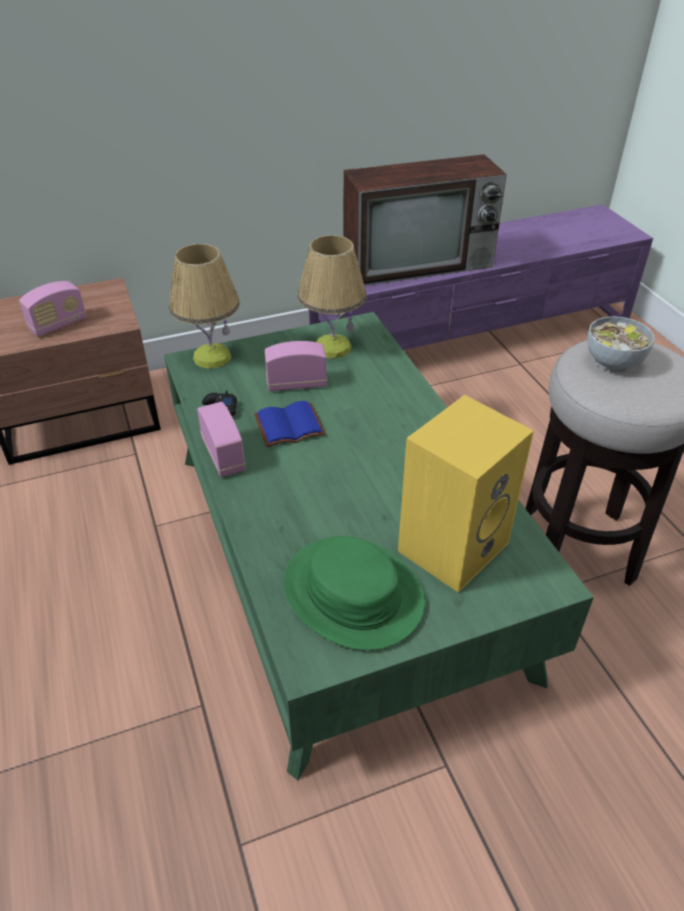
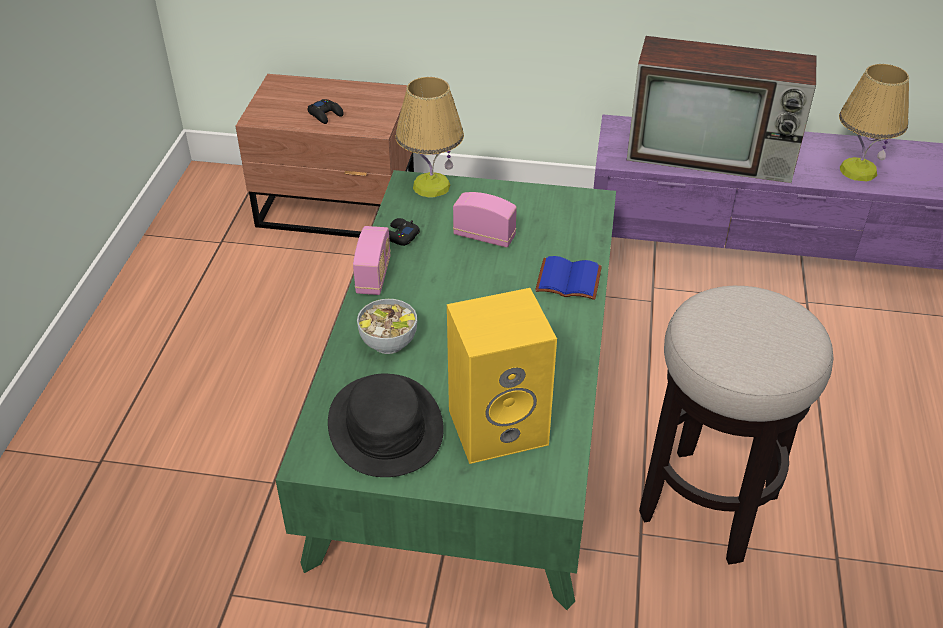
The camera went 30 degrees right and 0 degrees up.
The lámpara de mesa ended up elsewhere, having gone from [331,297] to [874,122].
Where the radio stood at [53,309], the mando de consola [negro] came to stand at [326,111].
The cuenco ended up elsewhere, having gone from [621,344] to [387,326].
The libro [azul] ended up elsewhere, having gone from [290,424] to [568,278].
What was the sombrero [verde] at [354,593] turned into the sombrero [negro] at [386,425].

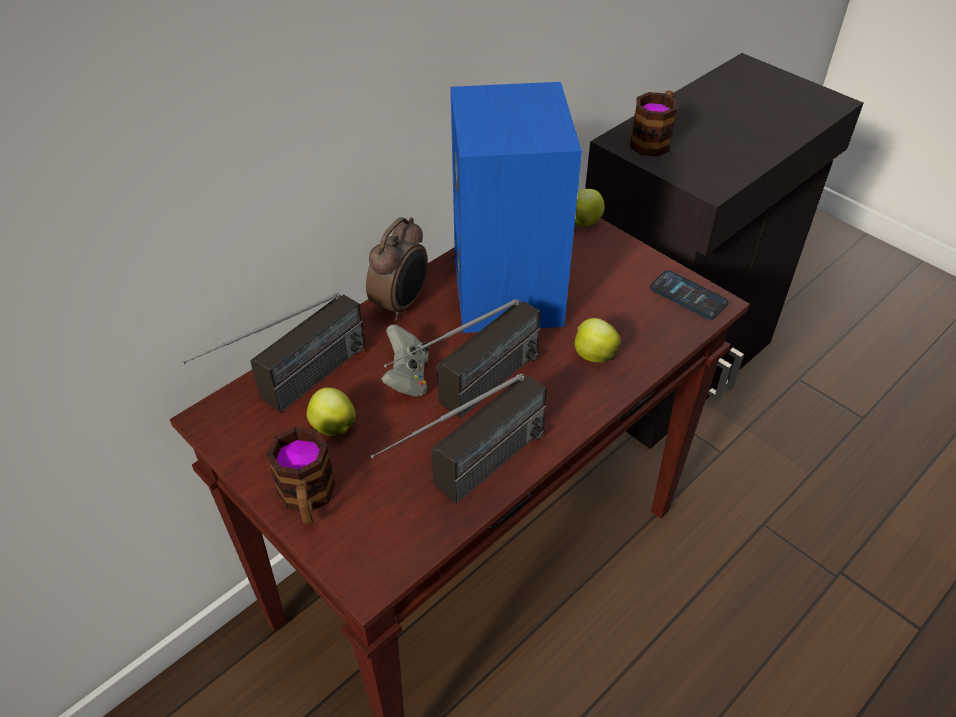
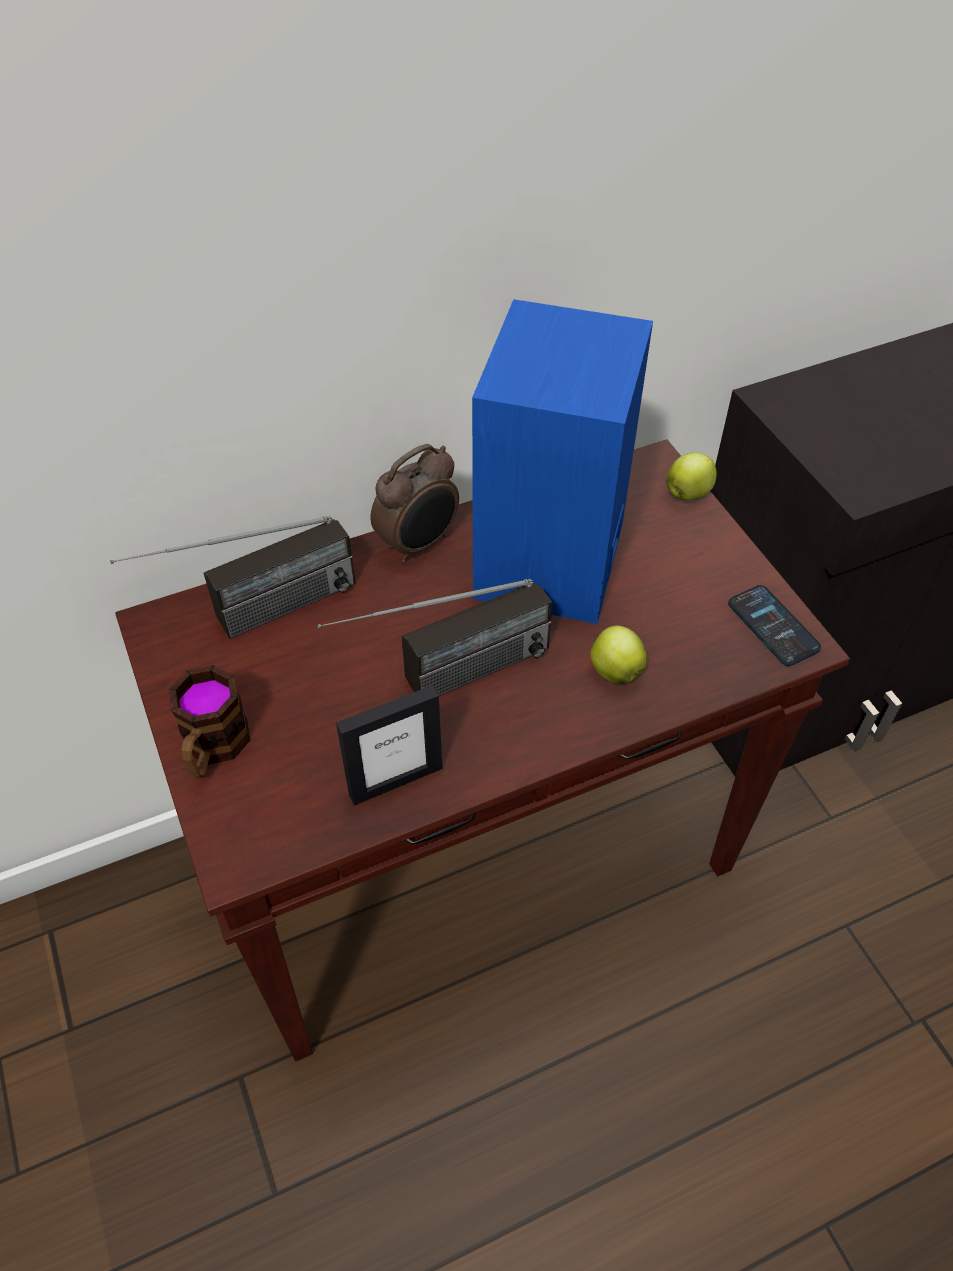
The camera went 20 degrees right and 5 degrees up.
The second view lost the taza grande at [653,124].
The second view lost the mando de consola [gris] at [405,360].
Where the radio stood at [459,438], the portarretratos came to stand at [389,745].
The second view lost the manzana at [331,411].

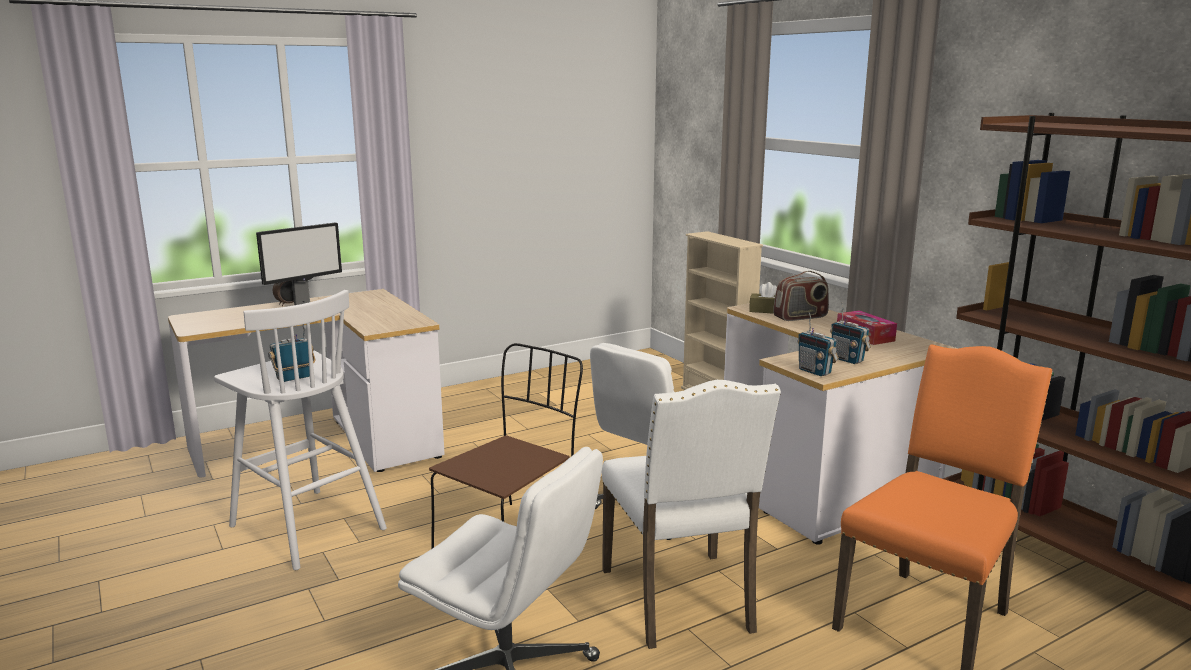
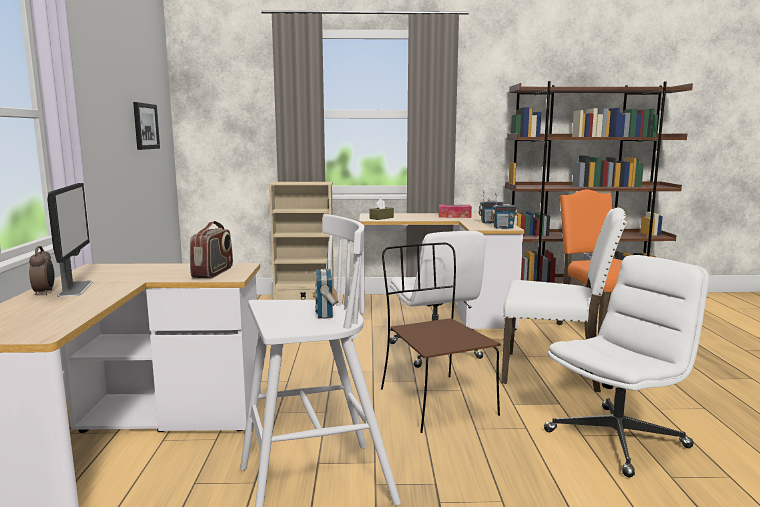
The camera went 60 degrees left and 5 degrees down.
The radio ended up elsewhere, having gone from [801,296] to [211,249].
The second view gained the cuadro at [146,126].

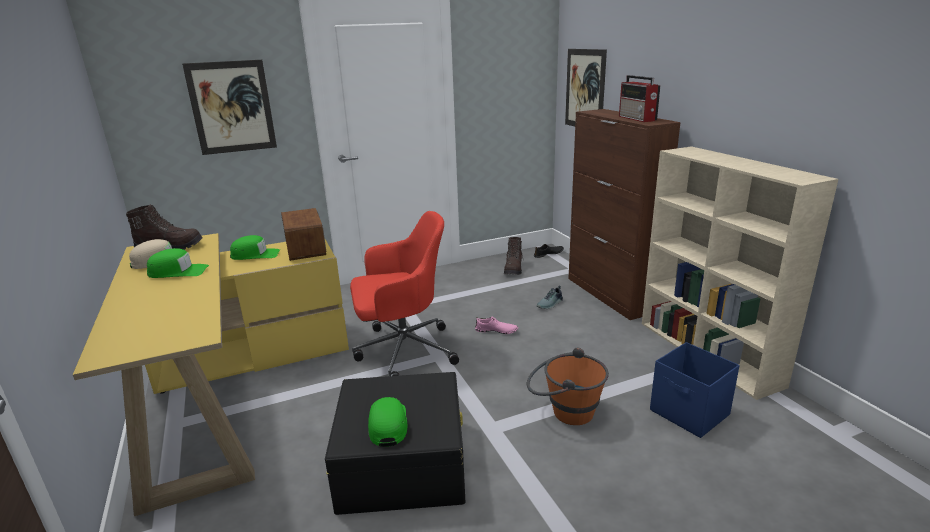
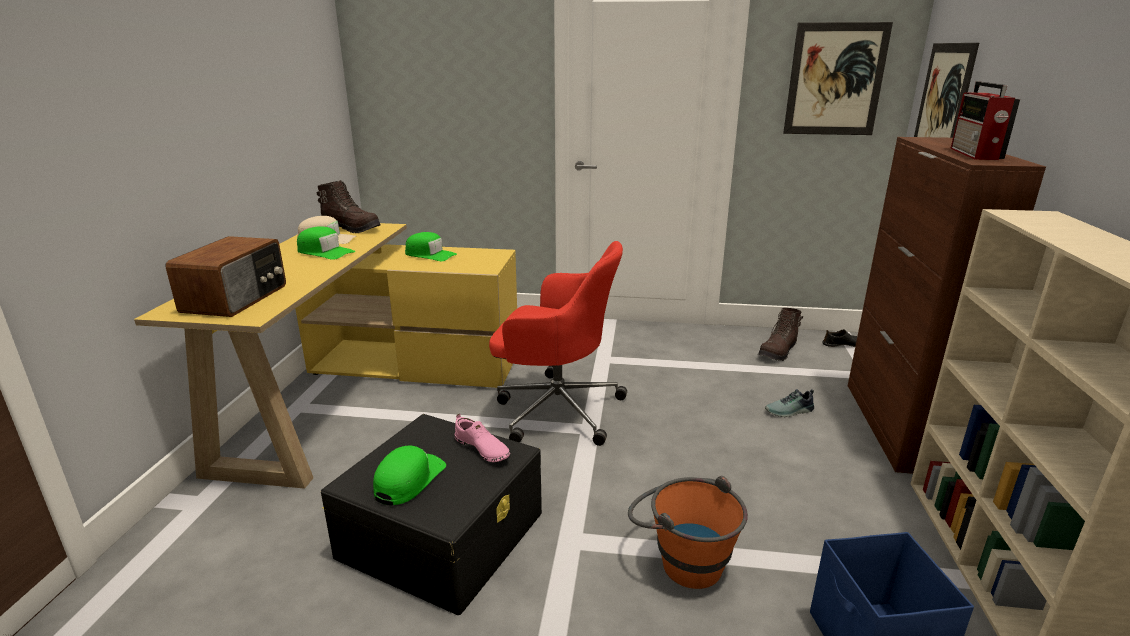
The camera went 30 degrees right and 0 degrees up.
The cuadro ended up elsewhere, having gone from [229,107] to [838,78].
The radio ended up elsewhere, having gone from [303,234] to [226,276].
The zapato [rosa] ended up elsewhere, having gone from [496,325] to [482,437].

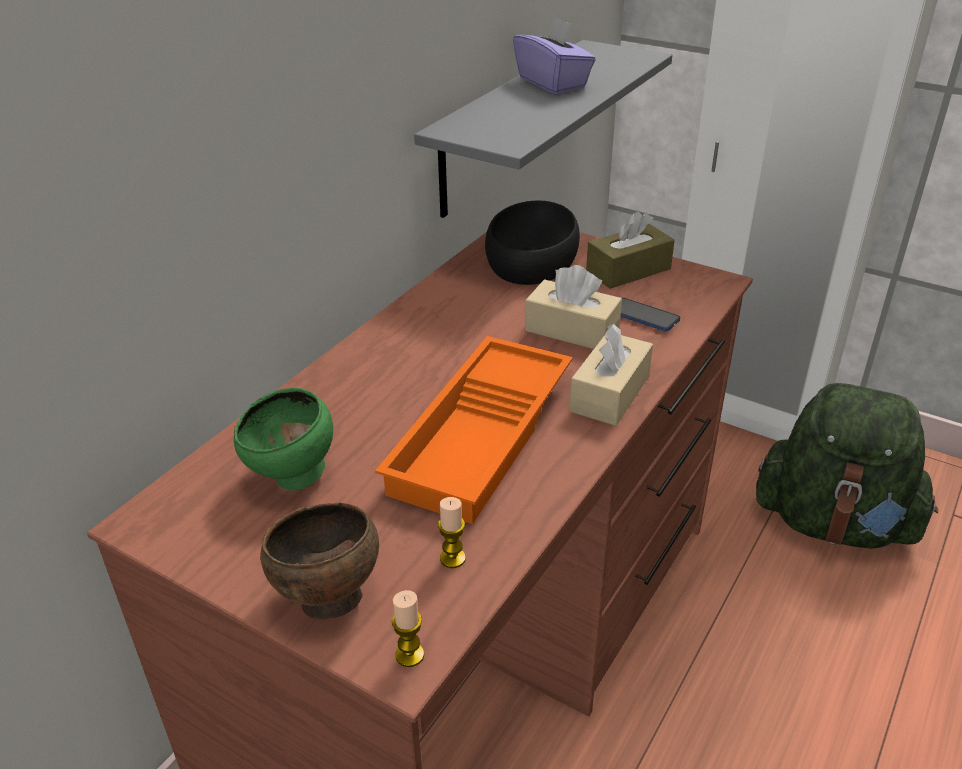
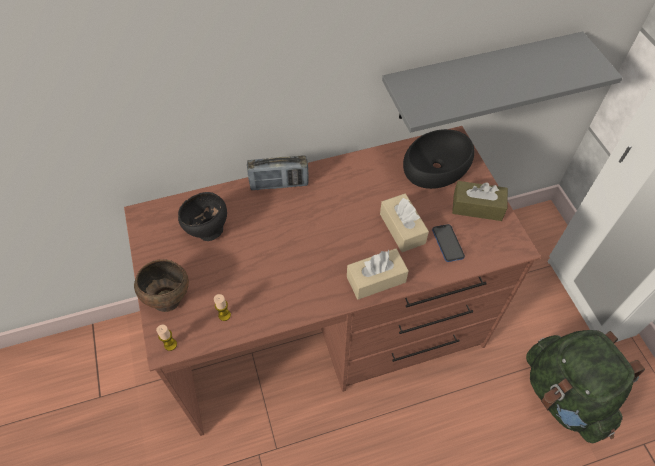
The camera went 40 degrees right and 20 degrees up.
The second view lost the caja de pañuelos [morado] at [554,55].
The second view lost the bandeja [naranja] at [474,430].
What was the cuenco [verde] at [283,439] turned into the cuenco [negro] at [202,216].
The second view gained the radio at [278,172].

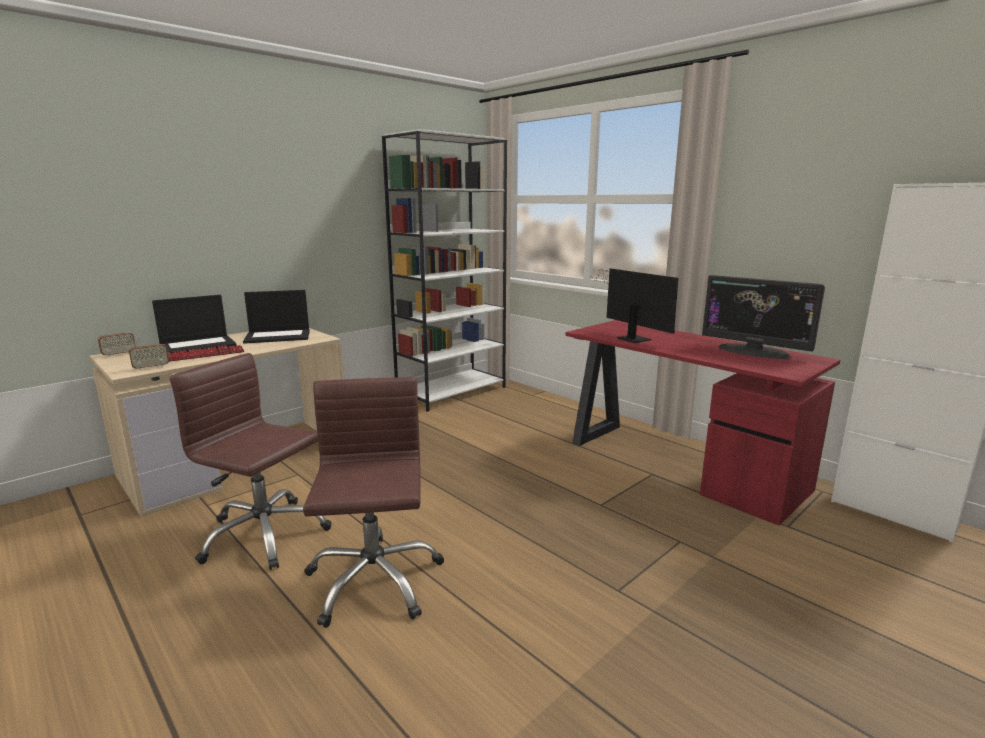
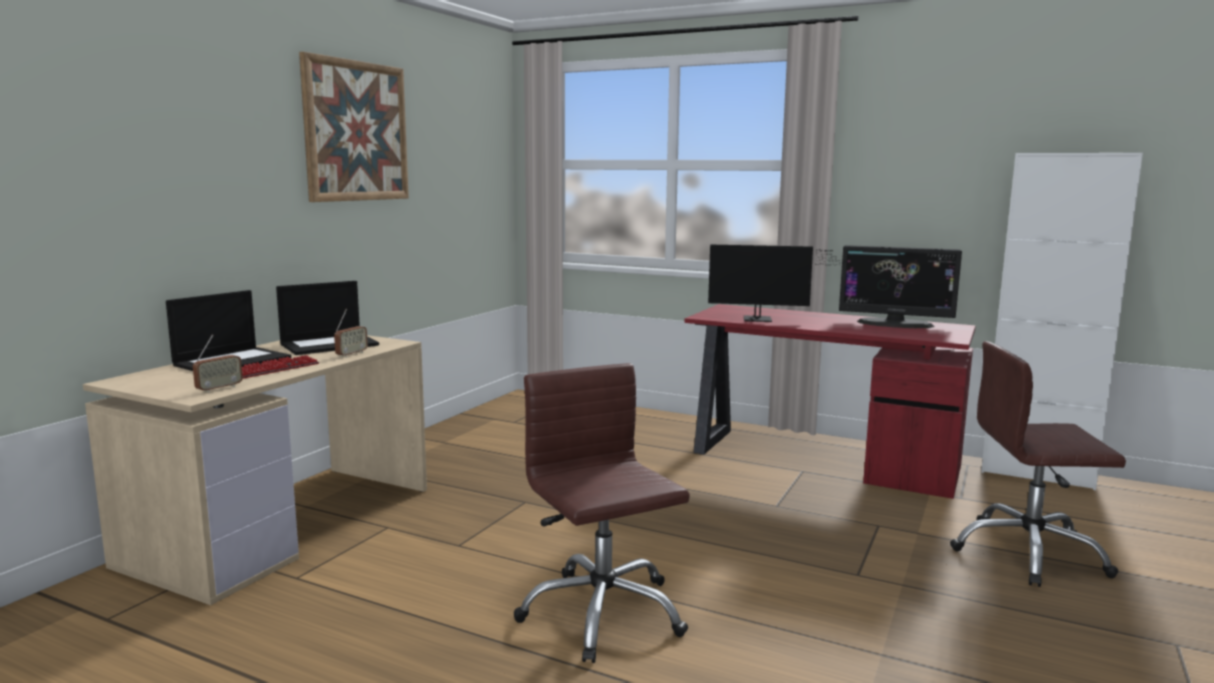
The camera went 20 degrees left and 5 degrees down.
The second view lost the estantería [blanco] at [444,270].
The monitor at [634,305] ended up facing another way, 150 degrees clockwise from before.
The radio ended up elsewhere, having gone from [117,338] to [351,333].
The silla de oficina [marrón] ended up elsewhere, having gone from [251,461] to [1038,464].
The second view gained the cuadro at [354,127].

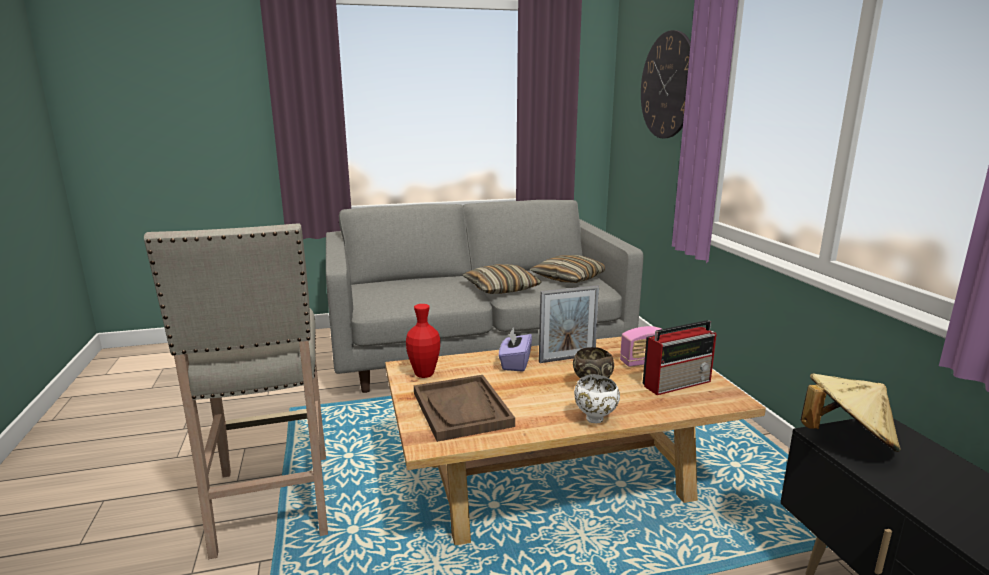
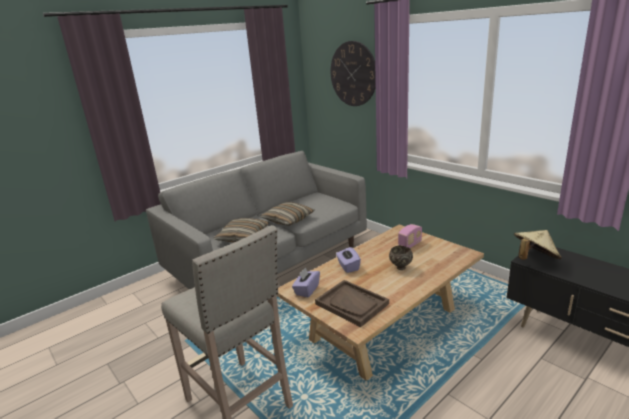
The camera went 25 degrees left and 5 degrees up.
The cojín ended up elsewhere, having gone from [567,269] to [241,230].
The second view lost the portarretratos at [569,324].
Where the florero [rojo] stood at [423,341], the caja de pañuelos [morado] came to stand at [306,282].
The second view lost the radio at [679,357].
The second view lost the cuenco [blanco] at [597,399].

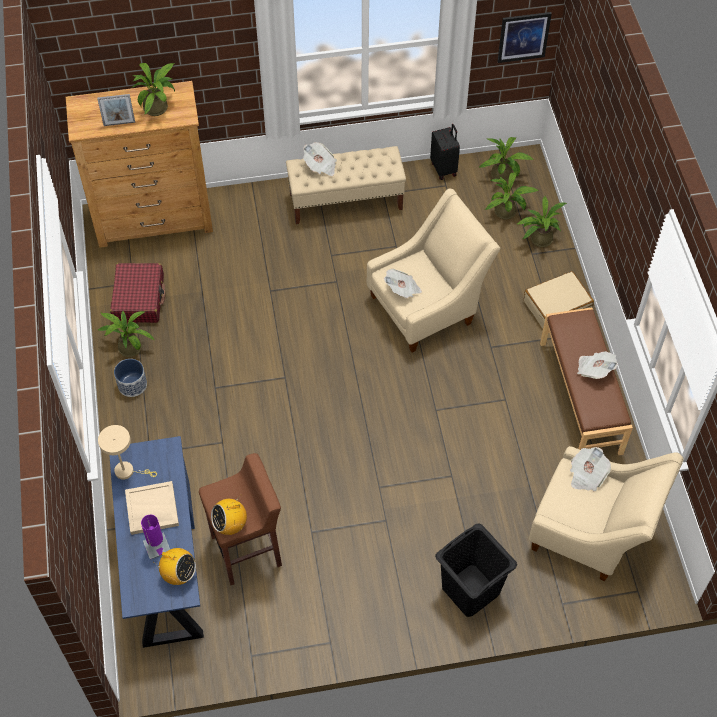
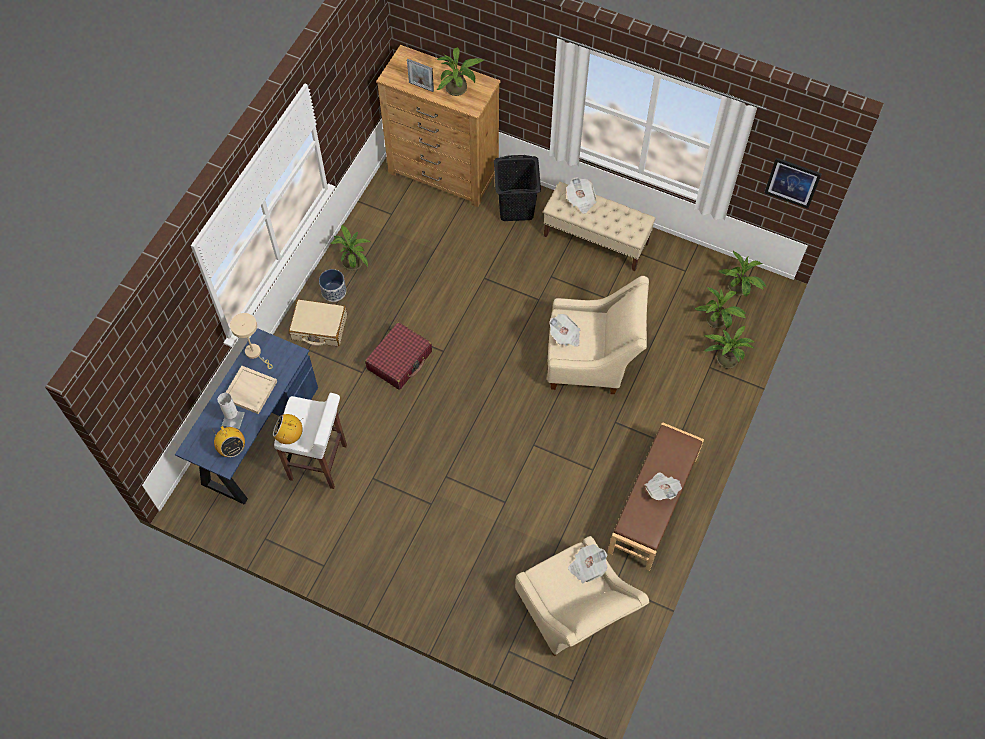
The camera went 35 degrees right and 5 degrees up.
The second view lost the maleta [negro] at [445,152].
The maleta [rojo] ended up elsewhere, having gone from [137,293] to [398,356].
The maleta [beis] ended up elsewhere, having gone from [559,300] to [318,322].
What was the taburete [marrón] at [240,519] turned into the taburete [blanco] at [310,441].
What was the lámpara de mesa [morado] at [155,537] turned into the lámpara de mesa [blanco] at [231,411].
The cesto de la ropa [negro] ended up elsewhere, having gone from [476,570] to [517,188].

